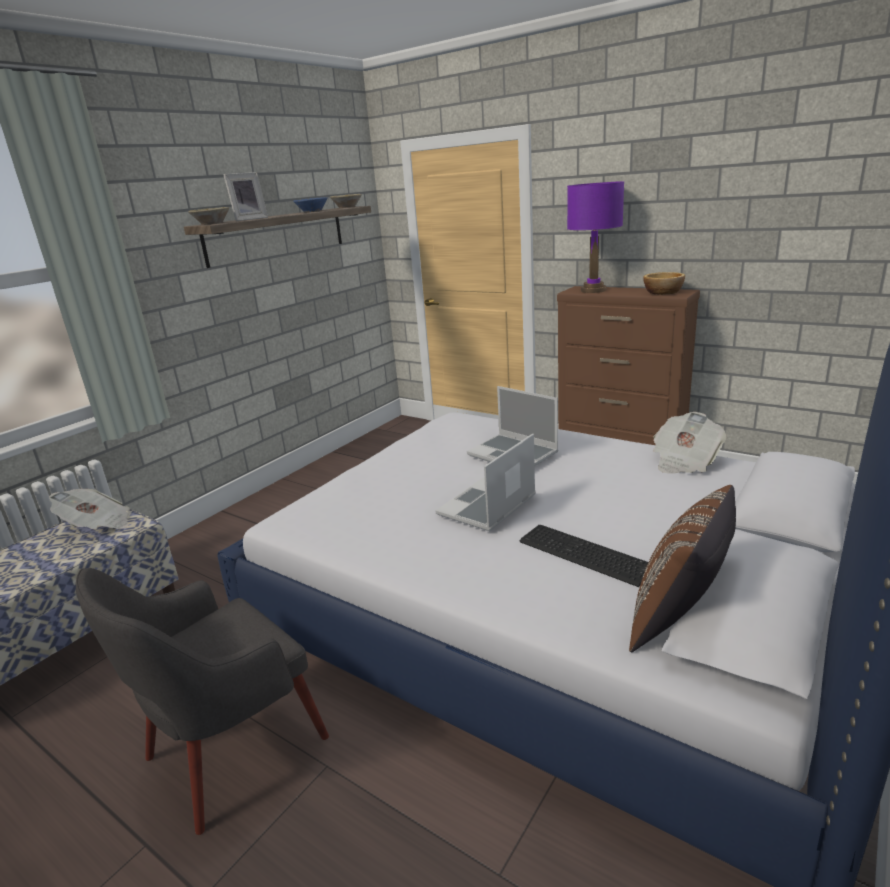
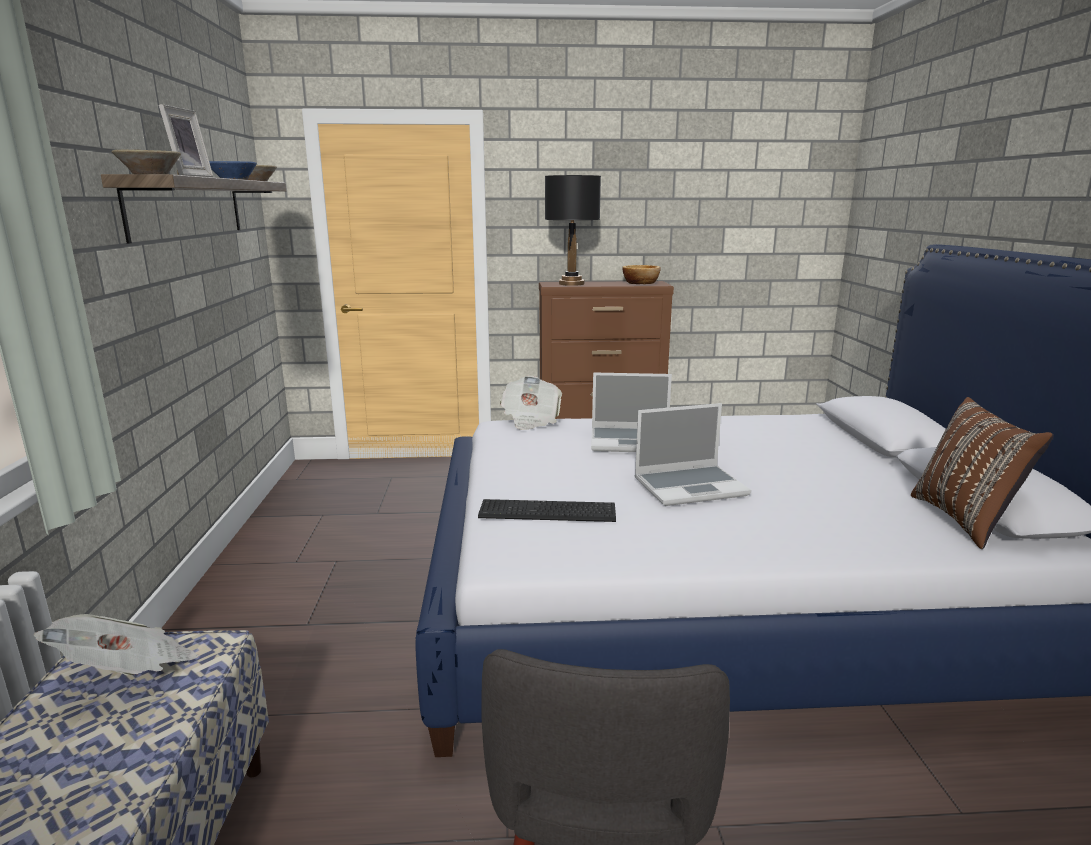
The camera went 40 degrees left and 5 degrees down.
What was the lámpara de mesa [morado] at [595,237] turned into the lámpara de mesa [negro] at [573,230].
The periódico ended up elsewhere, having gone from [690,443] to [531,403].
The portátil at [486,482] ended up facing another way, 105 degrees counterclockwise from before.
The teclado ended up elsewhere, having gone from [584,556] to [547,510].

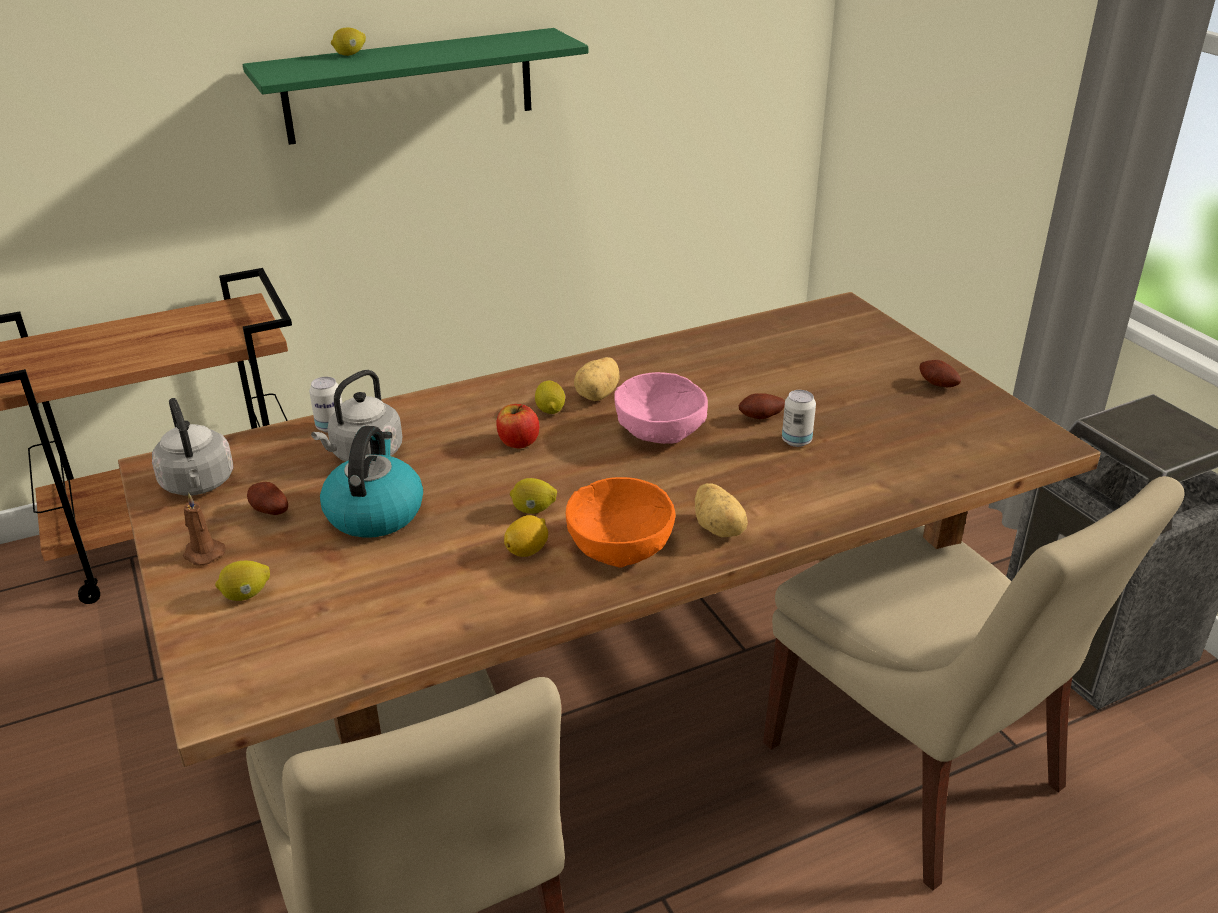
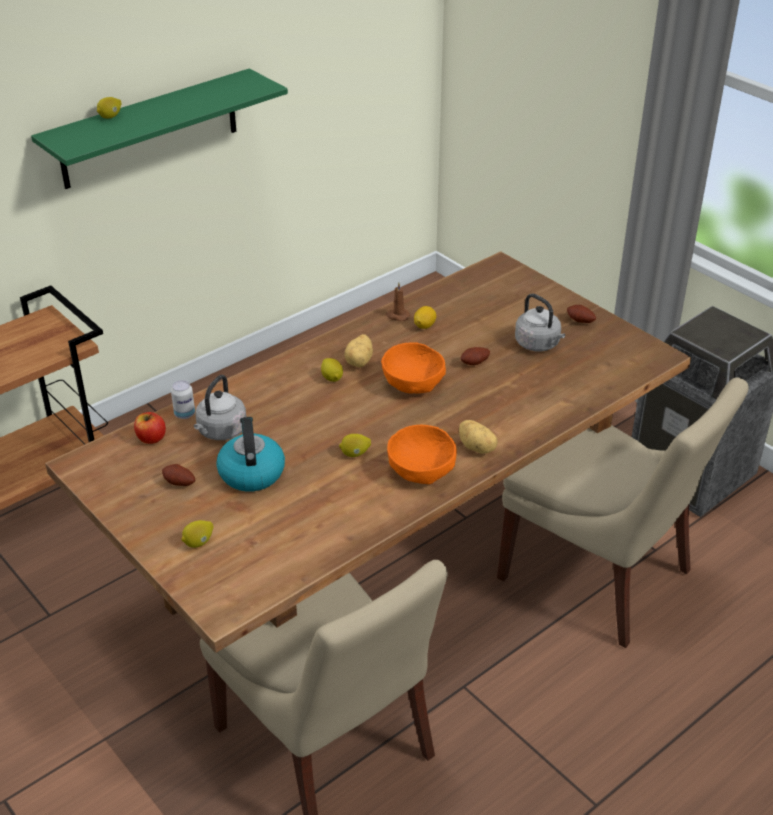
The camera went 15 degrees left and 5 degrees up.
What was the cuenco [rosa] at [661,408] turned into the cuenco [naranja] at [413,367].
The second view lost the lata at [799,418].
The hervidor [gris] ended up elsewhere, having gone from [193,446] to [540,322].
The manzana ended up elsewhere, having gone from [517,426] to [150,428].
The vela [marrón] ended up elsewhere, having gone from [204,529] to [398,301].
The limón ended up elsewhere, having gone from [526,536] to [425,317].

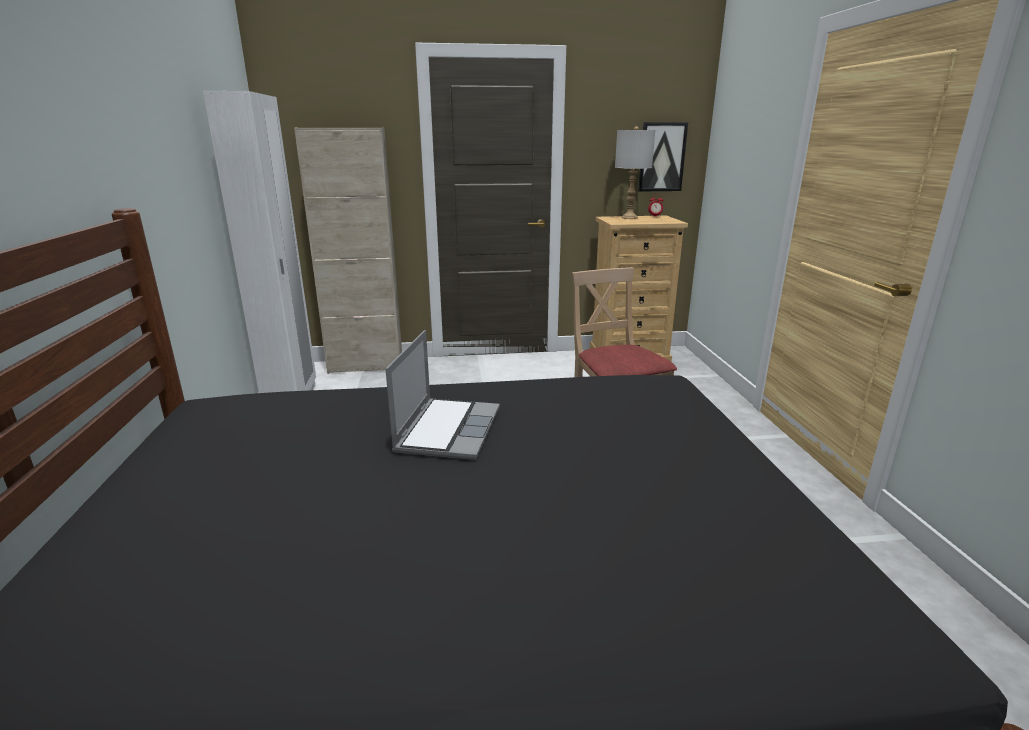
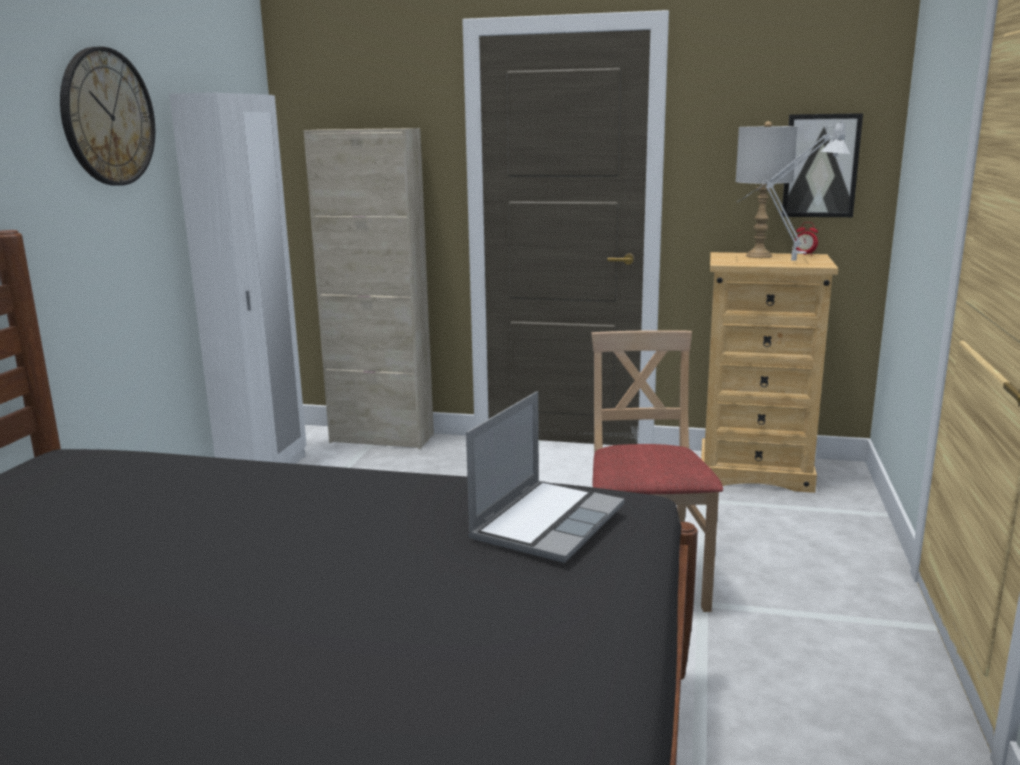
The camera went 20 degrees right and 5 degrees down.
The portátil ended up elsewhere, having gone from [442,395] to [545,477].
The second view gained the reloj de pared at [107,116].
The second view gained the lámpara de mesa [gris] at [793,190].

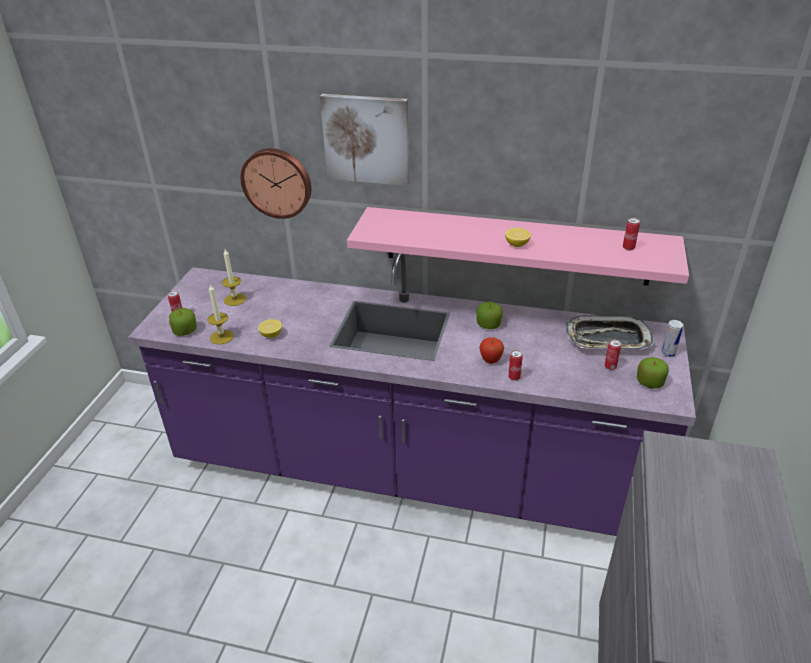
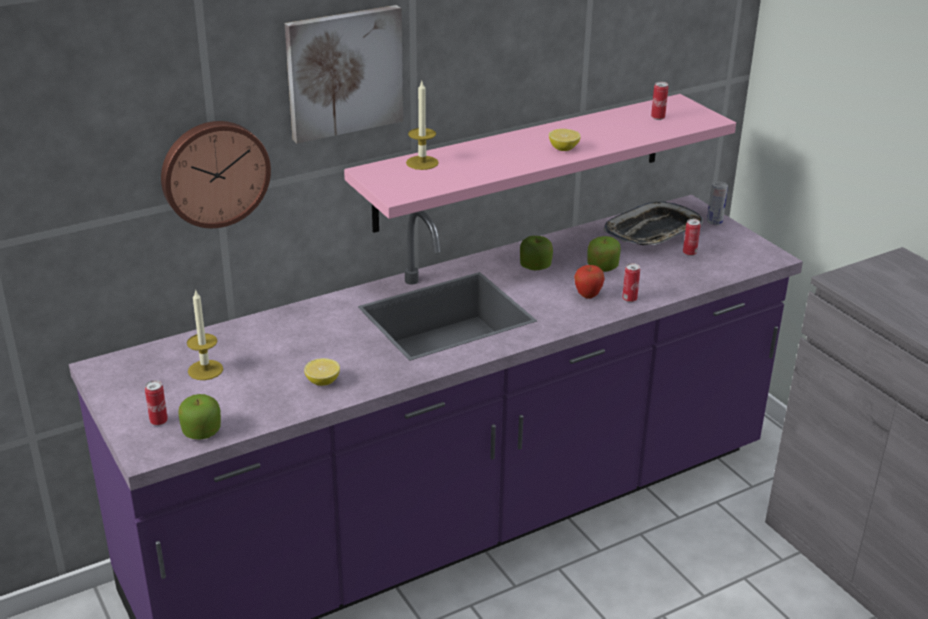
The camera went 45 degrees left and 5 degrees down.
The vela ended up elsewhere, having gone from [221,314] to [422,125].
The manzana ended up elsewhere, having gone from [653,373] to [604,254].

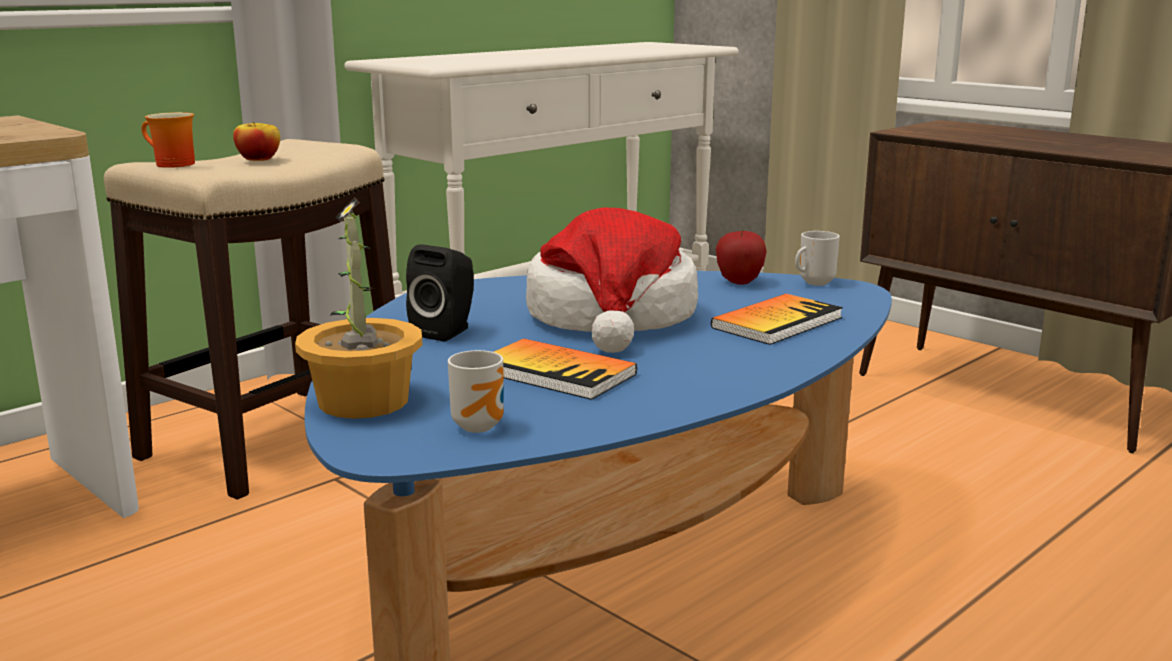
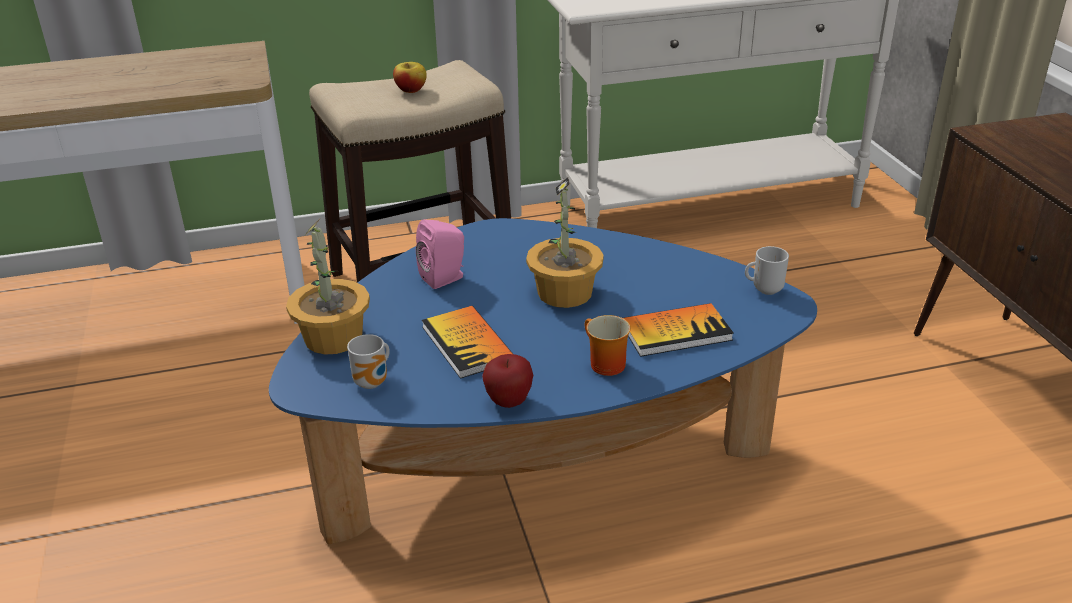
The camera went 30 degrees right and 15 degrees up.
The taza grande ended up elsewhere, having gone from [168,140] to [607,345].
Where the sombrero stood at [612,280], the planta en maceta came to stand at [565,242].
The manzana ended up elsewhere, having gone from [741,257] to [507,381].
What was the altavoz [negro] at [440,292] turned into the altavoz [rosa] at [440,254].

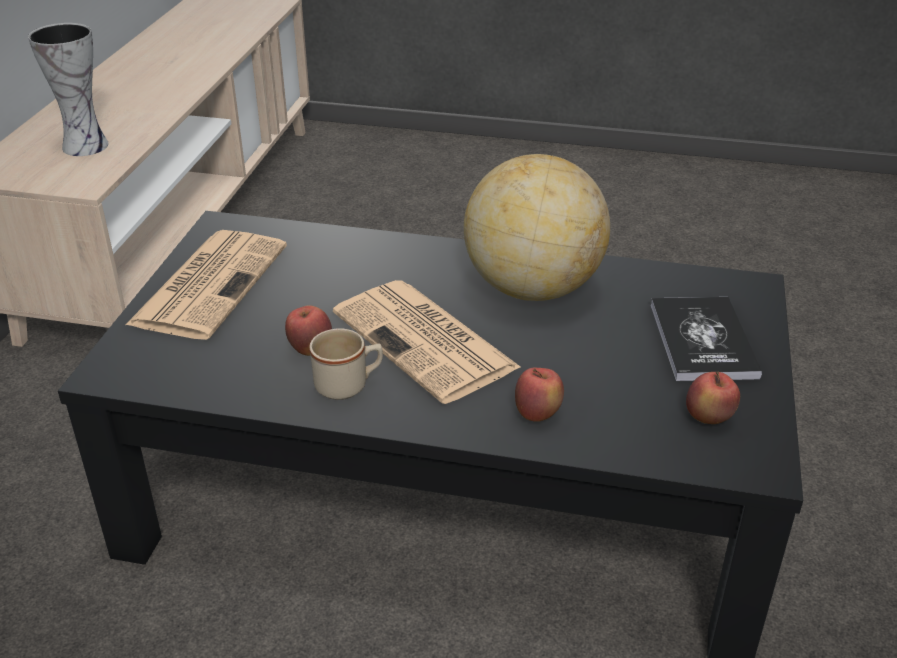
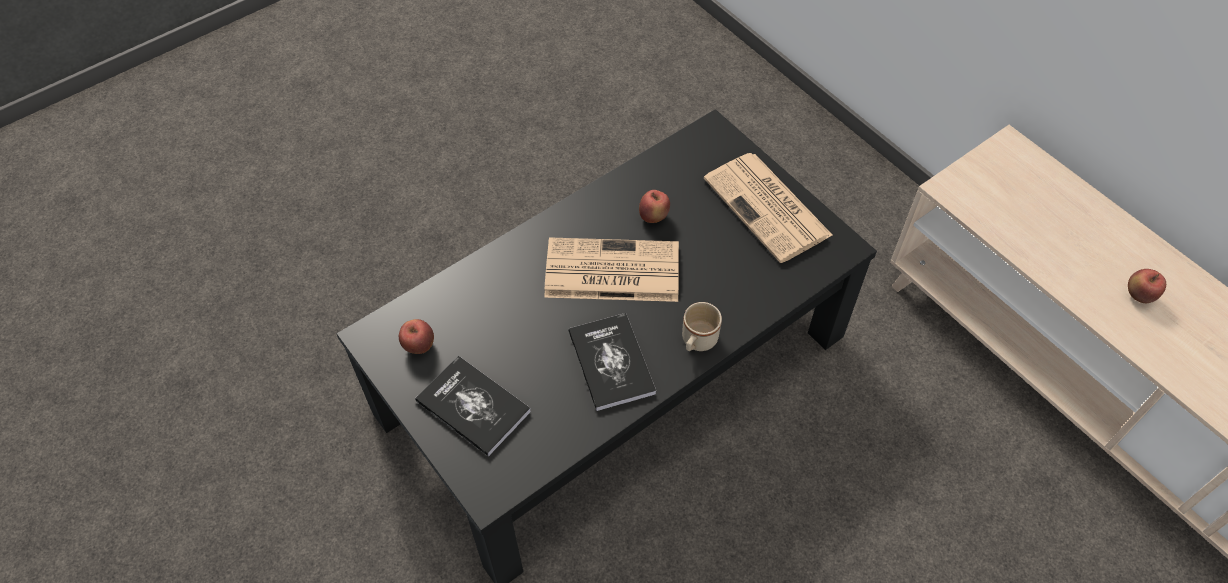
The camera went 130 degrees right and 20 degrees up.
The second view lost the florero at [68,89].
Where the globo terráqueo stood at [537,227], the libro came to stand at [612,362].
The taza grande [beis] ended up elsewhere, having gone from [346,364] to [702,326].
The manzana ended up elsewhere, having gone from [539,394] to [1147,286].

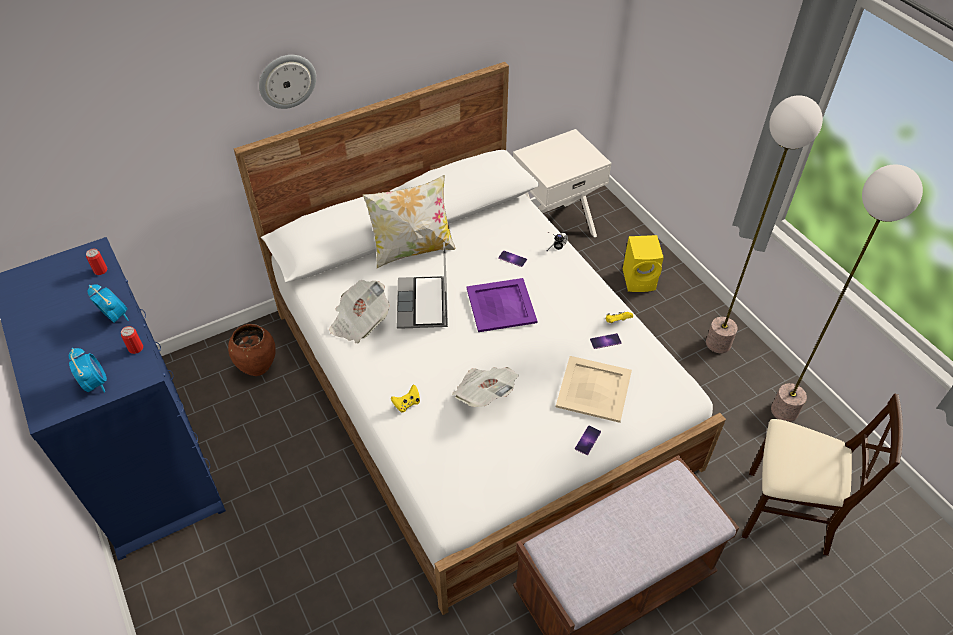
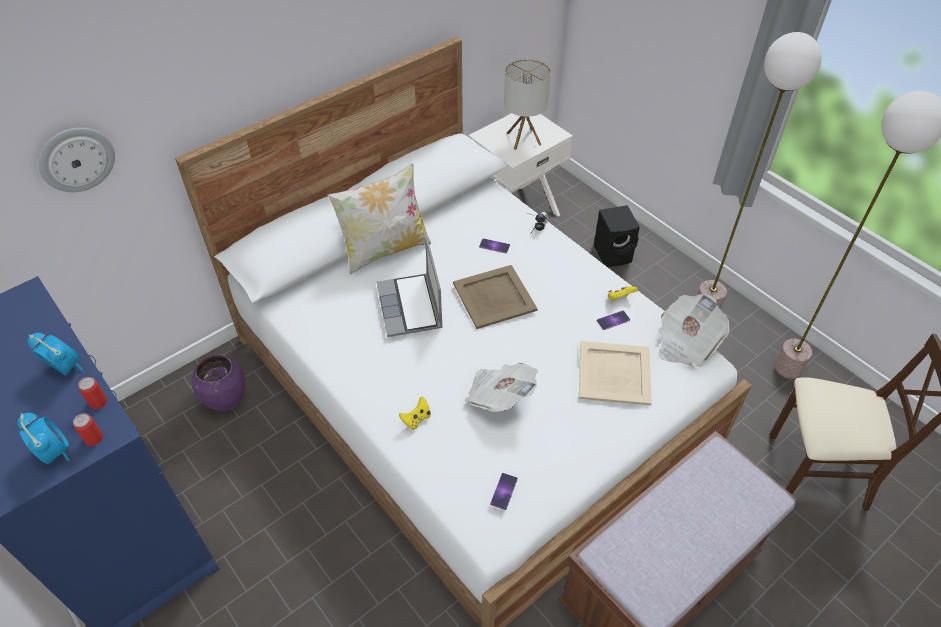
The camera went 10 degrees left and 0 degrees up.
The reloj de pared ended up elsewhere, having gone from [287,82] to [76,160].
What was the altavoz [amarillo] at [643,263] turned into the altavoz [negro] at [617,236].
The lata ended up elsewhere, having gone from [97,262] to [88,429].
What was the bandeja [morado] at [502,305] turned into the bandeja [beis] at [495,297].
The periódico ended up elsewhere, having gone from [359,311] to [694,330].
What was the florero [marrón] at [252,350] turned into the florero [morado] at [219,382].
The móvil ended up elsewhere, having gone from [588,440] to [504,491].
The second view gained the lámpara de mesa at [527,104].

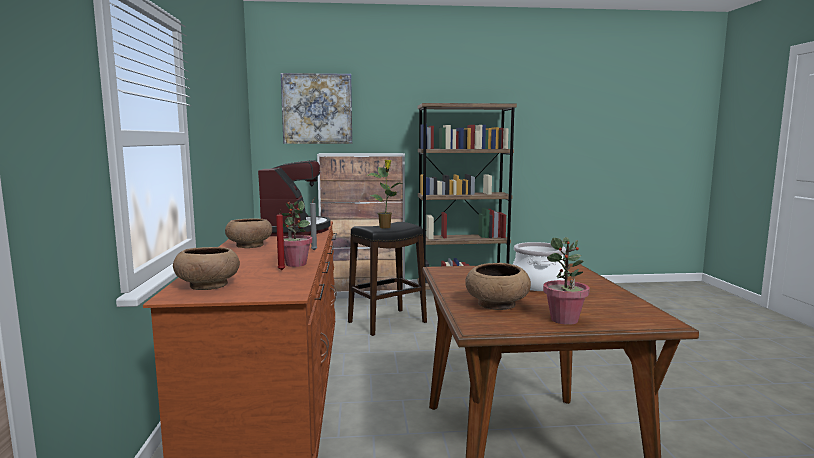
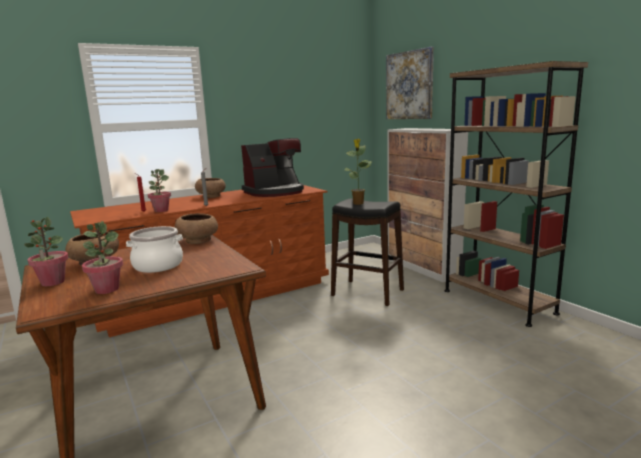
The camera went 65 degrees right and 5 degrees up.
The cuenco [marrón] ended up elsewhere, having gone from [206,268] to [196,228].
The second view gained the planta en maceta at [102,257].

